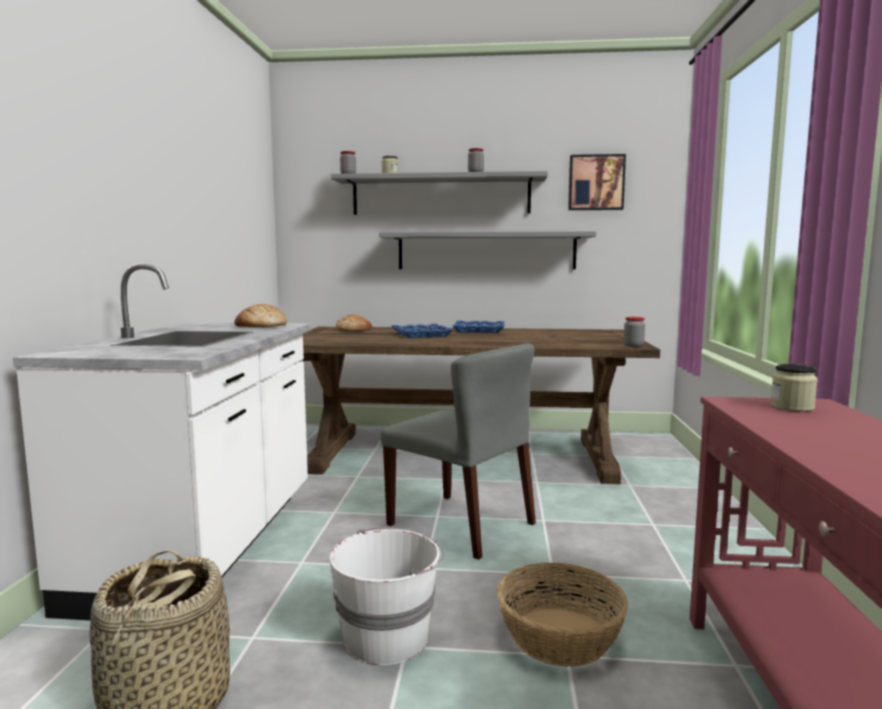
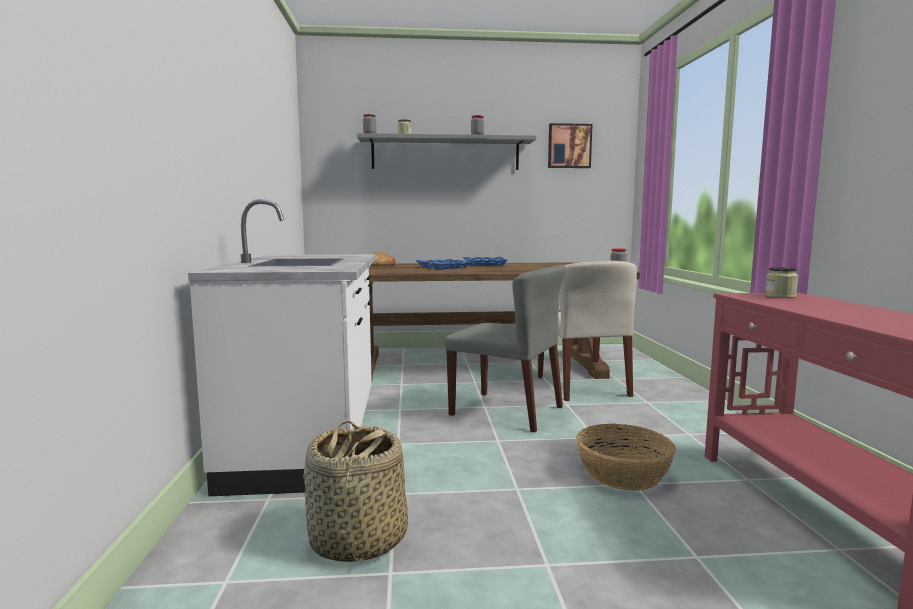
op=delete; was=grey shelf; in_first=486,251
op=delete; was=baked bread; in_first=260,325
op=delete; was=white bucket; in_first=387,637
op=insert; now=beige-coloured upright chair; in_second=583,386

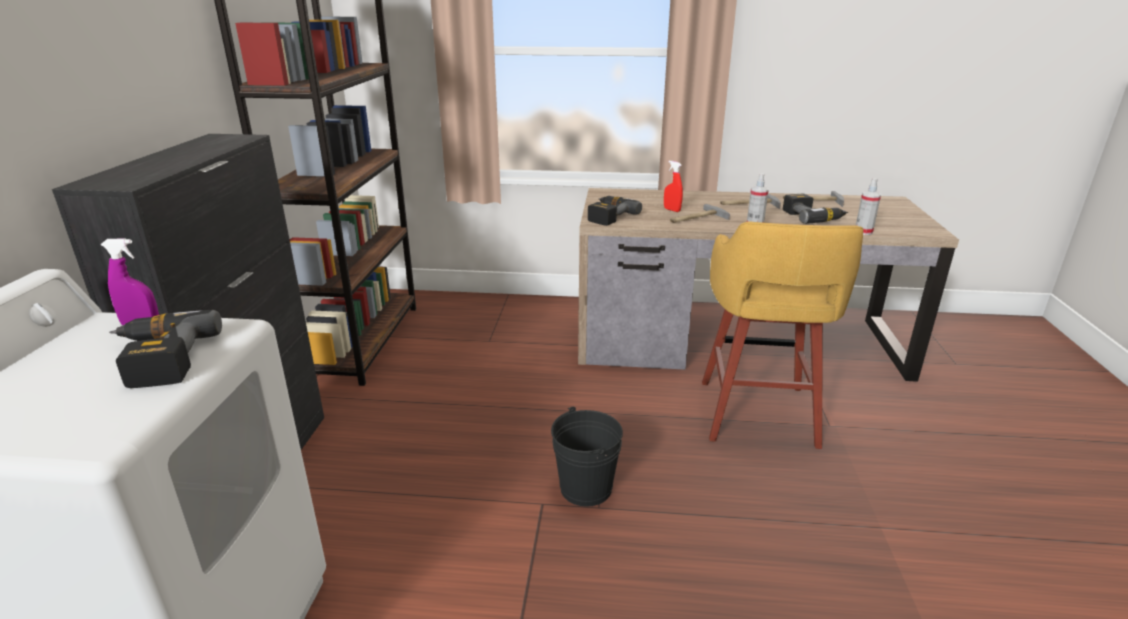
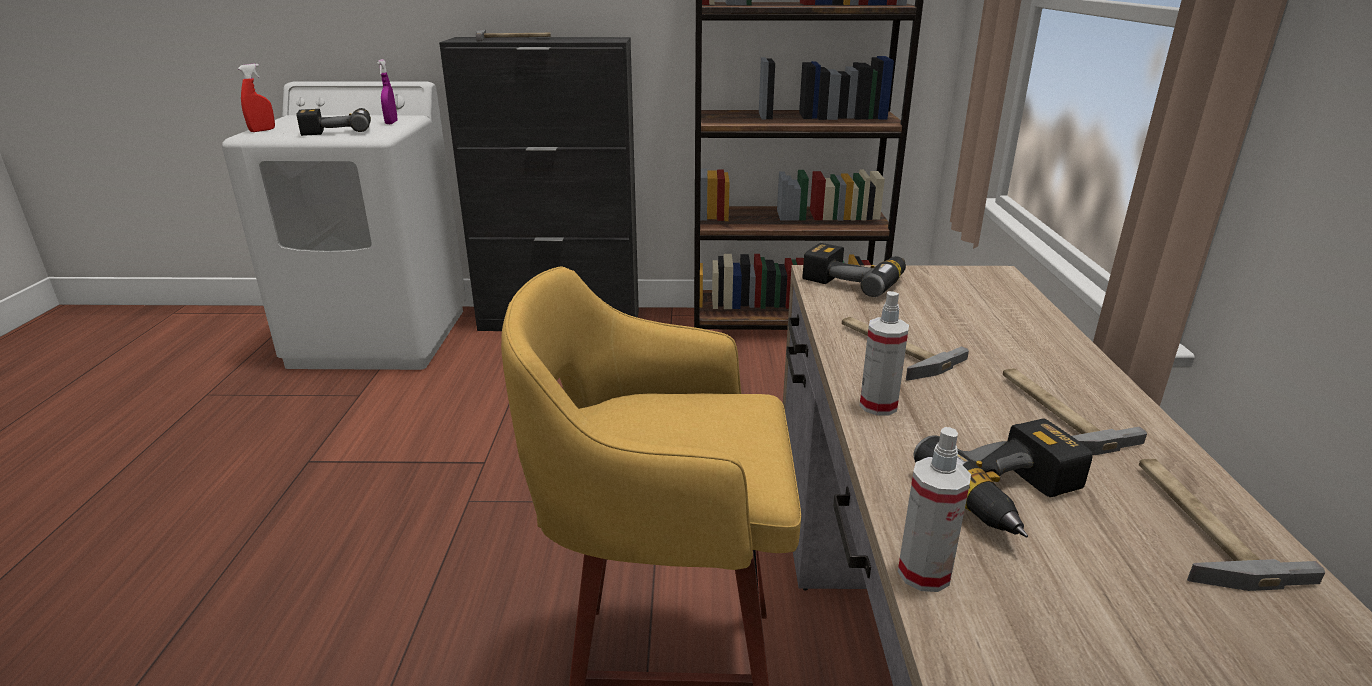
op=move; was=red hand sprayer; in_first=672,210; in_second=262,130
op=delete; was=black bucket; in_first=585,488
op=insert; now=hammer; in_second=514,38

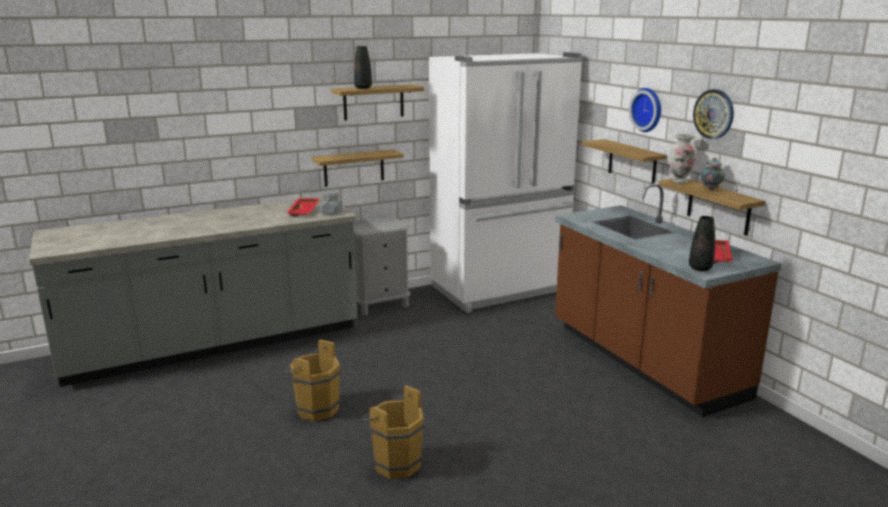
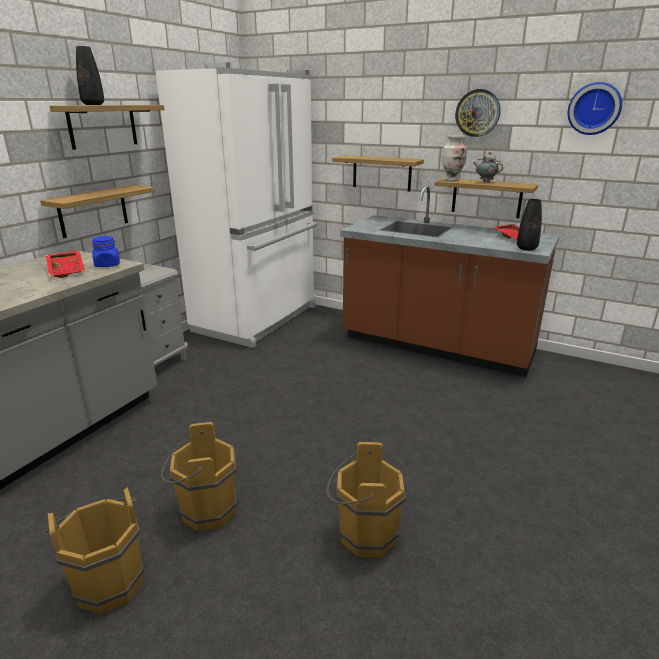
op=move; was=hanging clock; in_first=648,109; in_second=594,108
op=recolor; was=grey storage jar; now=blue storage jar; in_first=331,212; in_second=107,265
op=insert; now=brown-coloured bucket; in_second=110,580

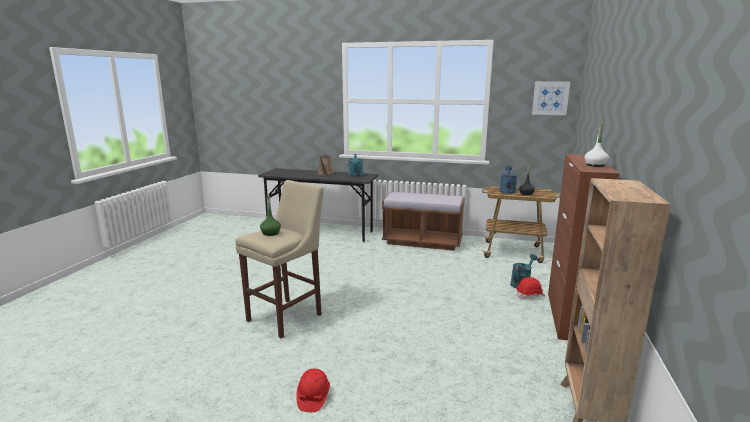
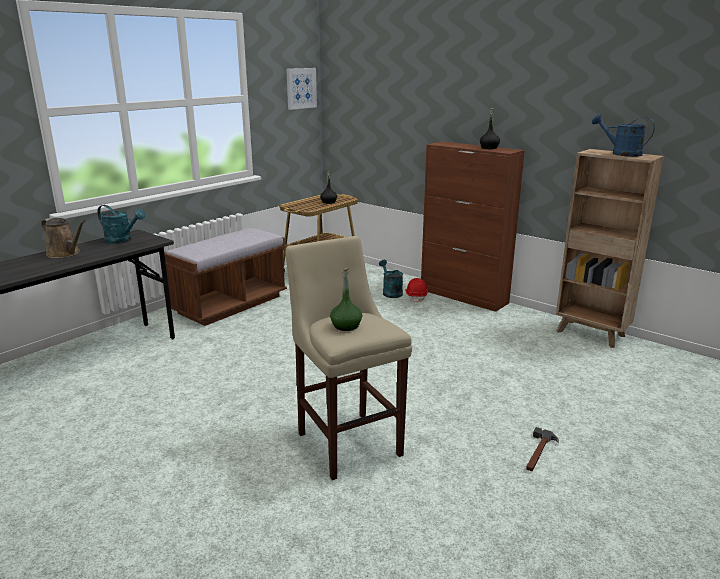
op=recolor; was=white bottle; now=black bottle; in_first=595,165; in_second=489,148
op=move; was=blue sprinkling can; in_first=507,190; in_second=621,153
op=replace; was=red work helmet; now=hammer; in_first=313,397; in_second=539,453

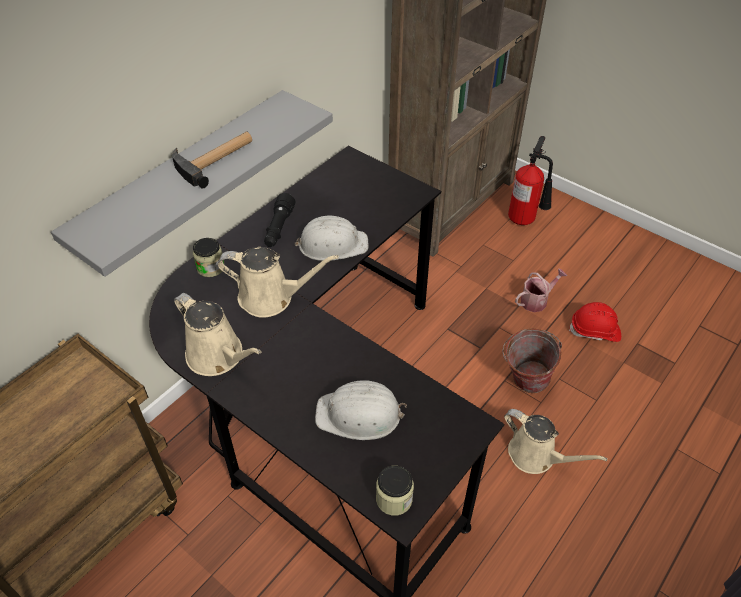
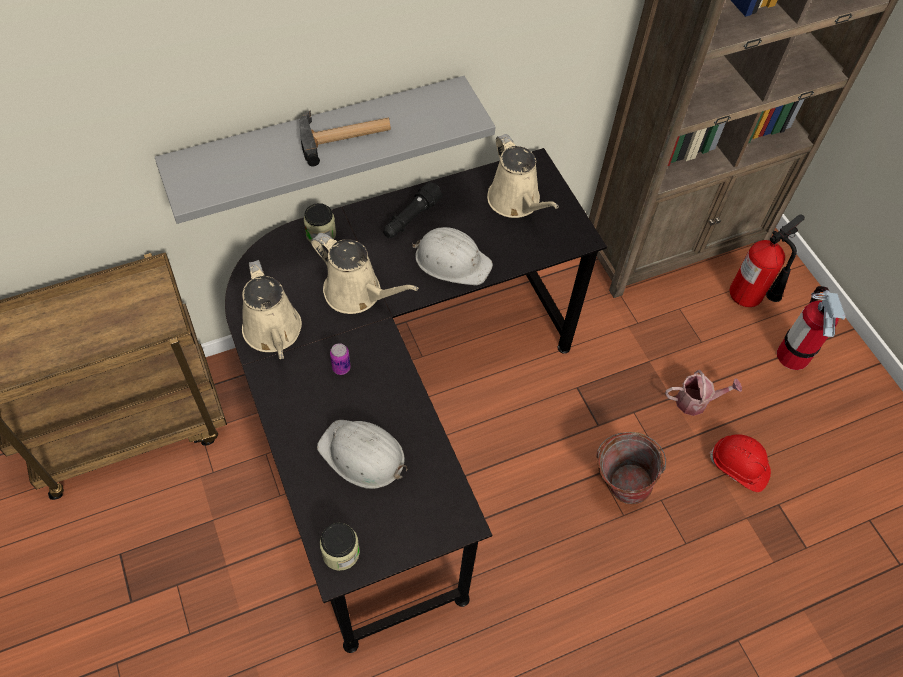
op=move; was=beige-coloured sprinkling can; in_first=536,456; in_second=516,202
op=insert; now=extinguisher; in_second=792,355
op=insert; now=metal can; in_second=341,368

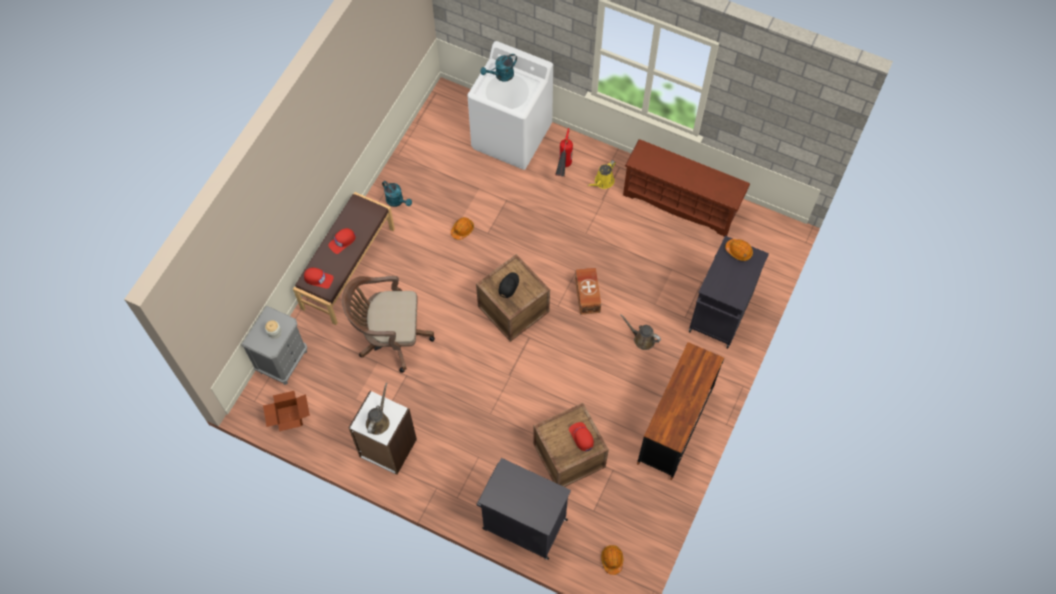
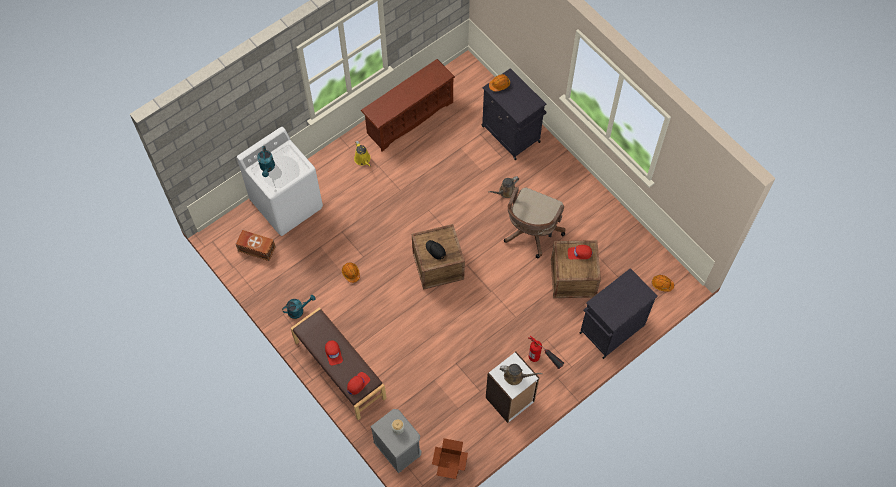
op=move; was=extinguisher; in_first=563,172; in_second=543,363
op=move; was=brown-coloured storage container; in_first=588,294; in_second=256,248
op=move; was=brown-coloured computer chair; in_first=390,337; in_second=531,233
op=delete; was=brown-coloured desk unit; in_first=675,425
op=rotate; was=brown-coloured sprinkling can; in_first=378,421; in_second=516,376; clockwise=150

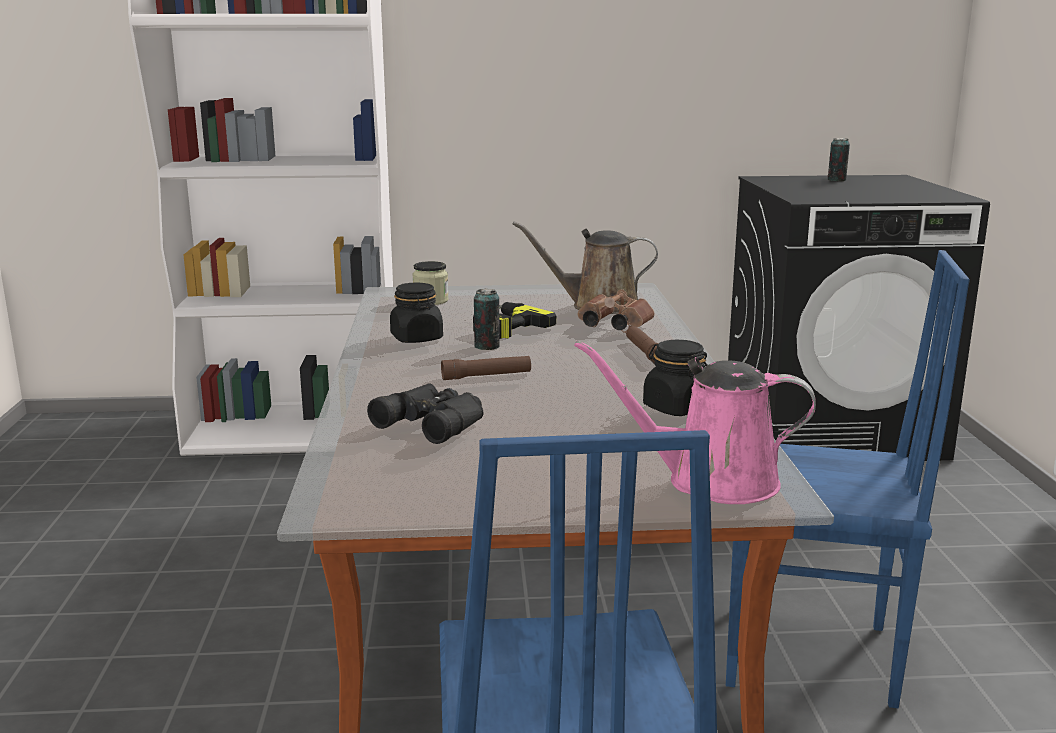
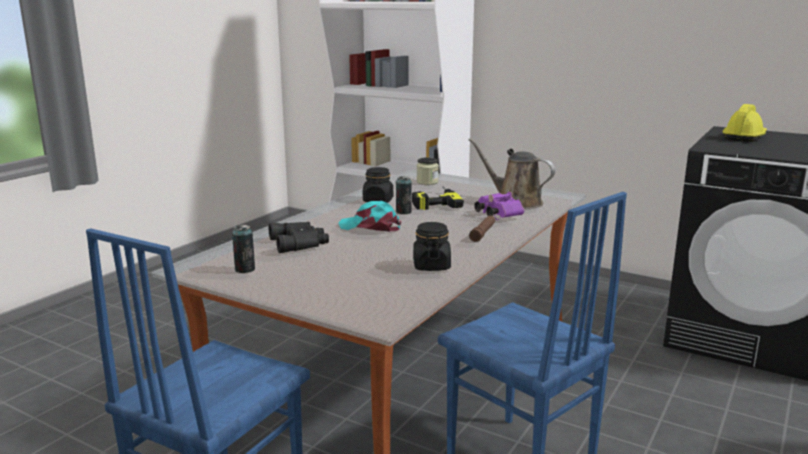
op=move; was=metal can; in_first=836,180; in_second=245,269
op=recolor; was=brown-coloured pair of binoculars; now=purple pair of binoculars; in_first=611,326; in_second=496,215
op=delete; was=pink sprinkling can; in_first=710,481
op=replace; was=brown-coloured hand torch; now=blue-green cap; in_first=486,376; in_second=370,227
op=insert; now=yellow-coloured work helmet; in_second=744,137

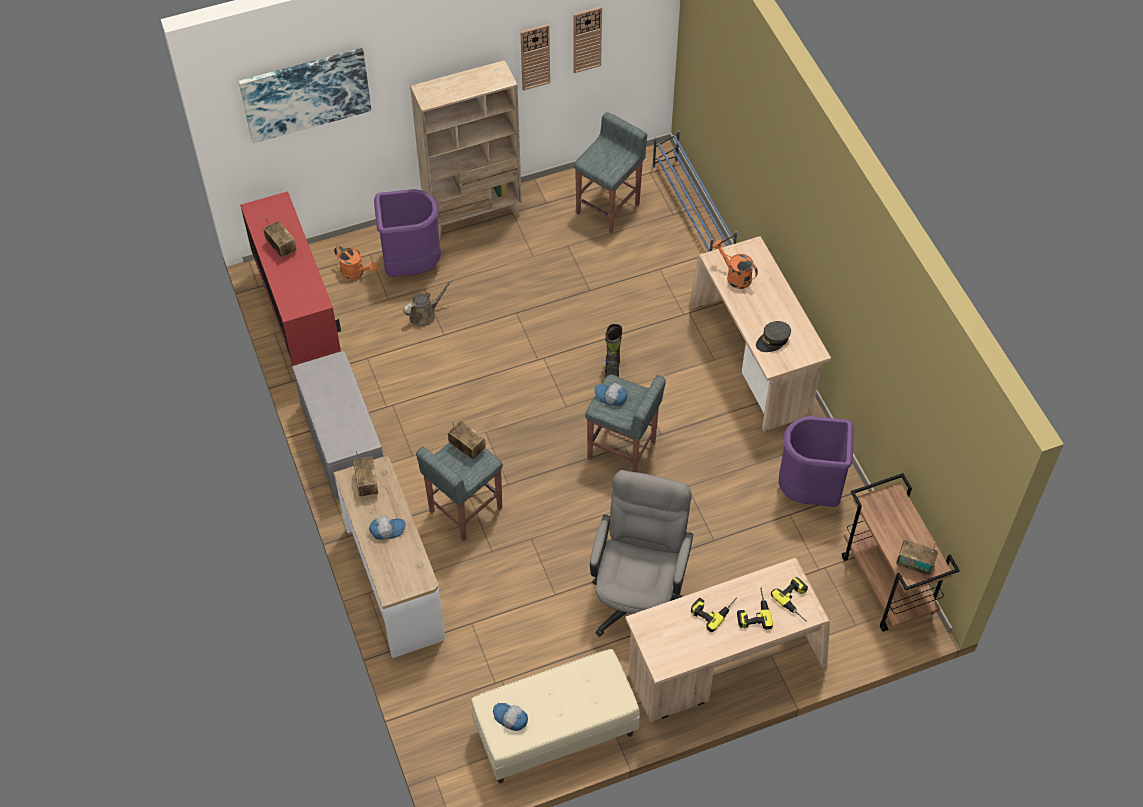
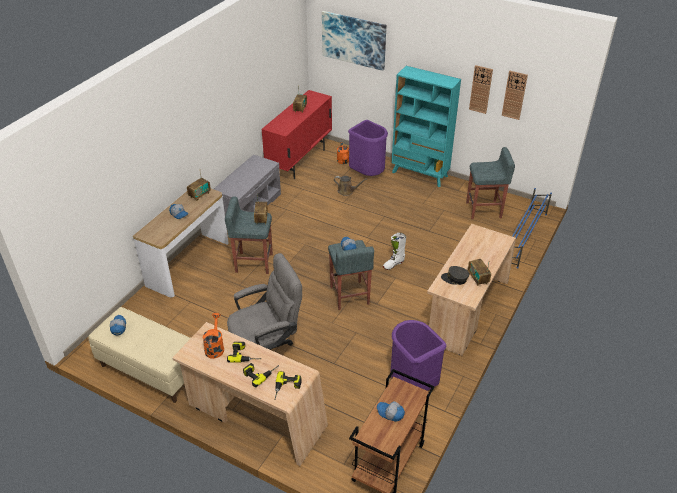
op=recolor; was=beige-coloured bookcase; now=blue-green bookcase; in_first=473,214; in_second=420,174
op=move; was=orangey sprinkling can; in_first=735,276; in_second=215,347
op=recolor; was=black boot; now=white boot; in_first=612,369; in_second=393,264
op=move; was=radio set; in_first=914,564; in_second=478,278
op=insert; now=cap; in_second=390,413

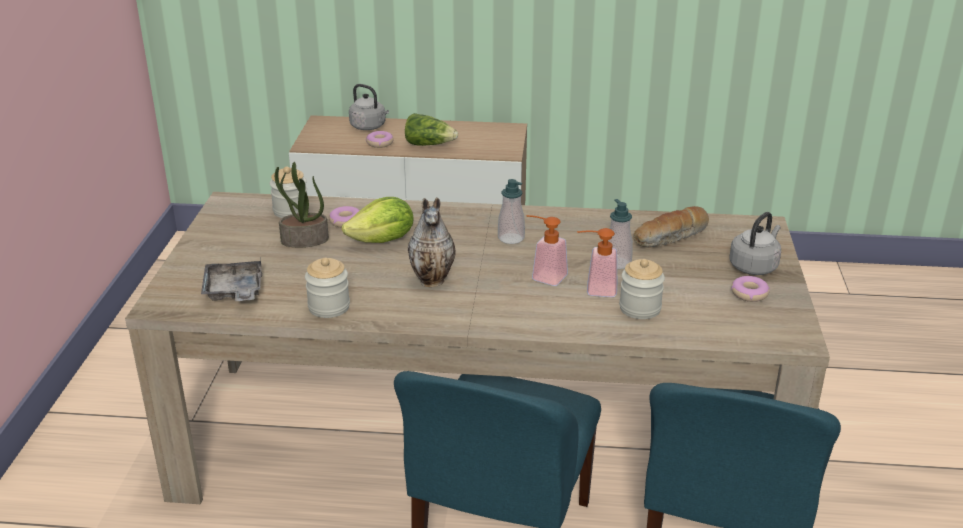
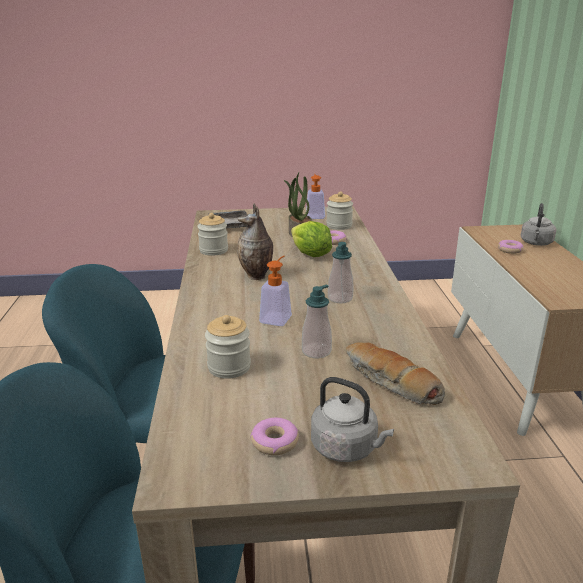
op=delete; was=lettuce head; in_first=429,144
op=move; was=soap bottle; in_first=595,289; in_second=315,215

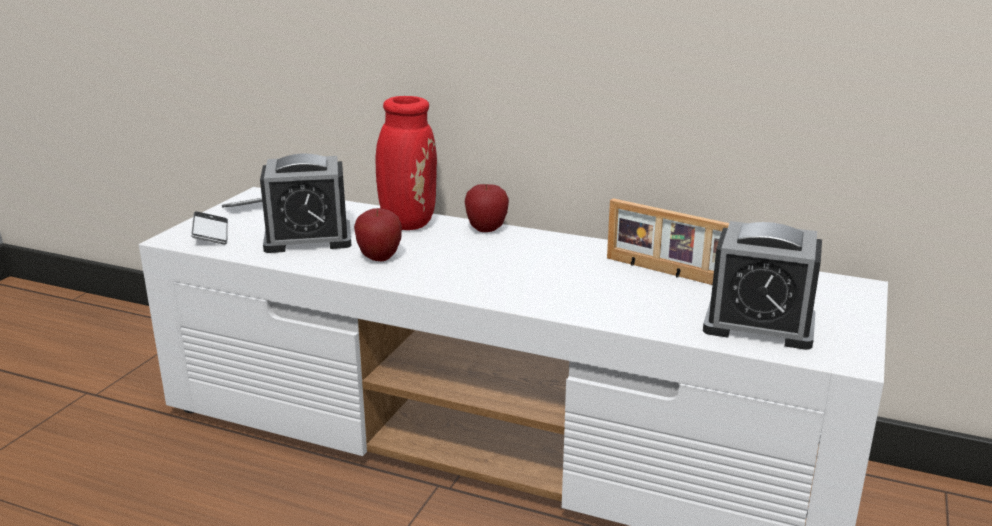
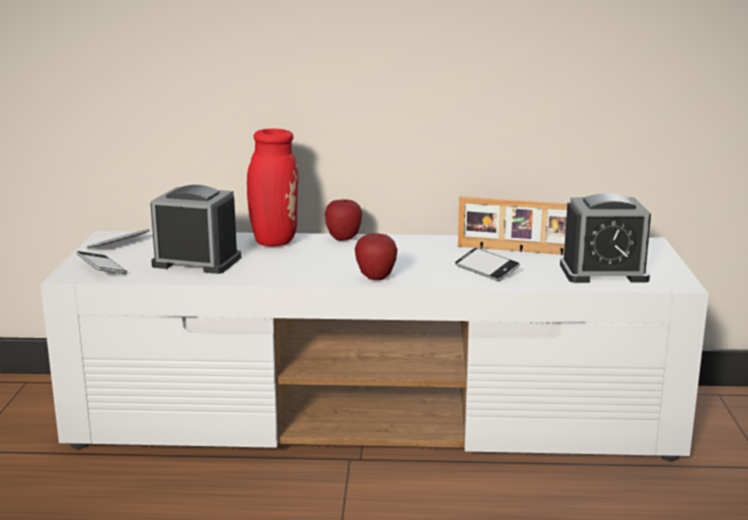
op=rotate; was=table clock; in_first=308,238; in_second=197,261; clockwise=-135
op=move; was=apple fruit; in_first=379,258; in_second=376,278
op=insert; now=phone; in_second=486,270

